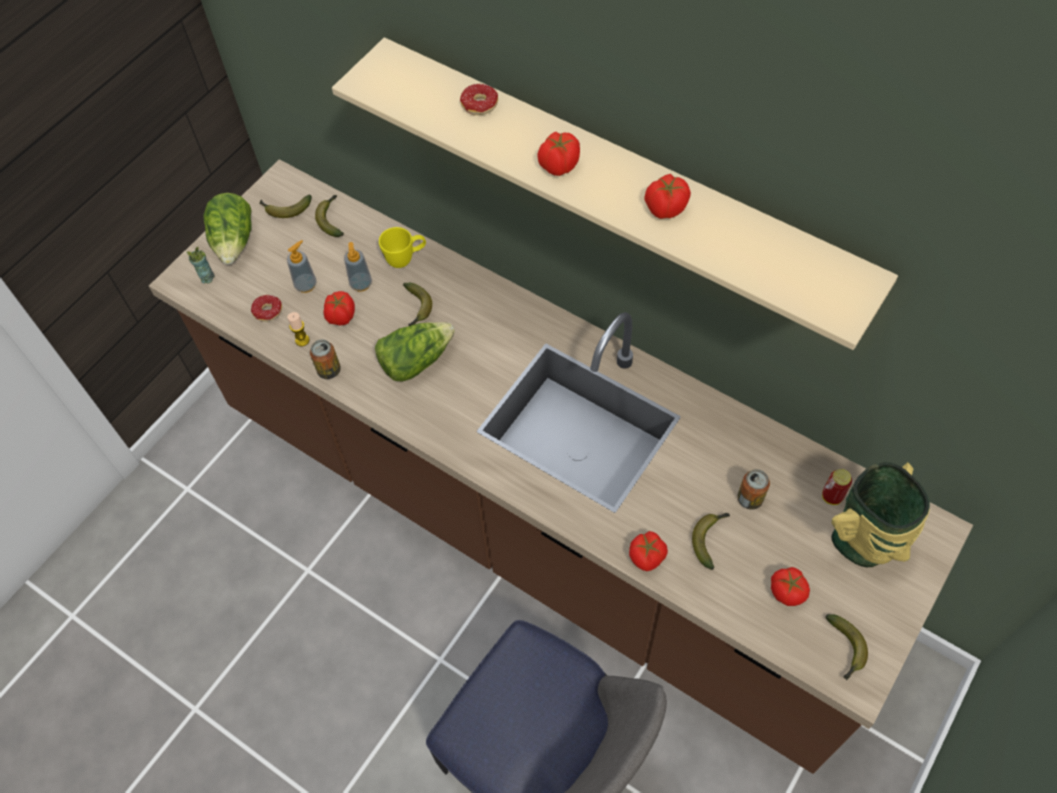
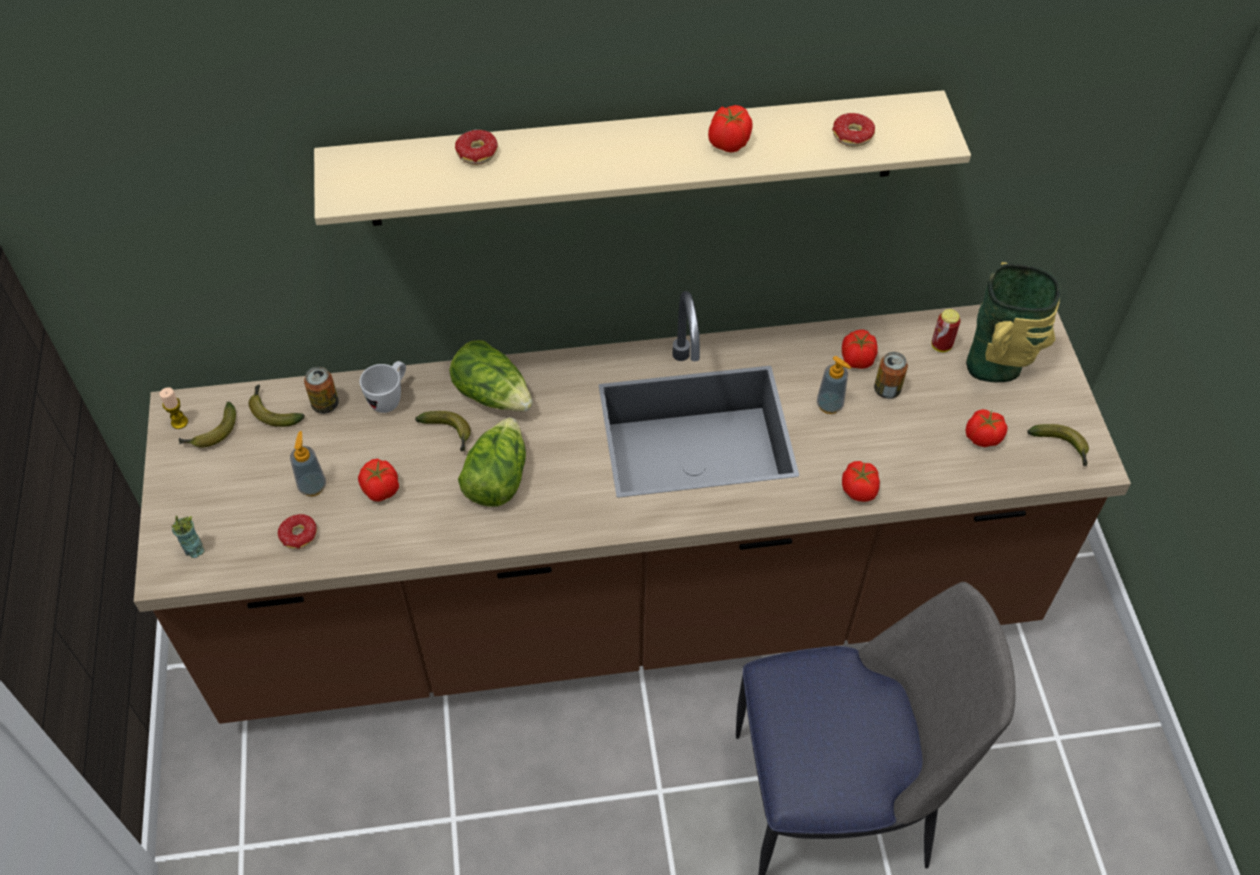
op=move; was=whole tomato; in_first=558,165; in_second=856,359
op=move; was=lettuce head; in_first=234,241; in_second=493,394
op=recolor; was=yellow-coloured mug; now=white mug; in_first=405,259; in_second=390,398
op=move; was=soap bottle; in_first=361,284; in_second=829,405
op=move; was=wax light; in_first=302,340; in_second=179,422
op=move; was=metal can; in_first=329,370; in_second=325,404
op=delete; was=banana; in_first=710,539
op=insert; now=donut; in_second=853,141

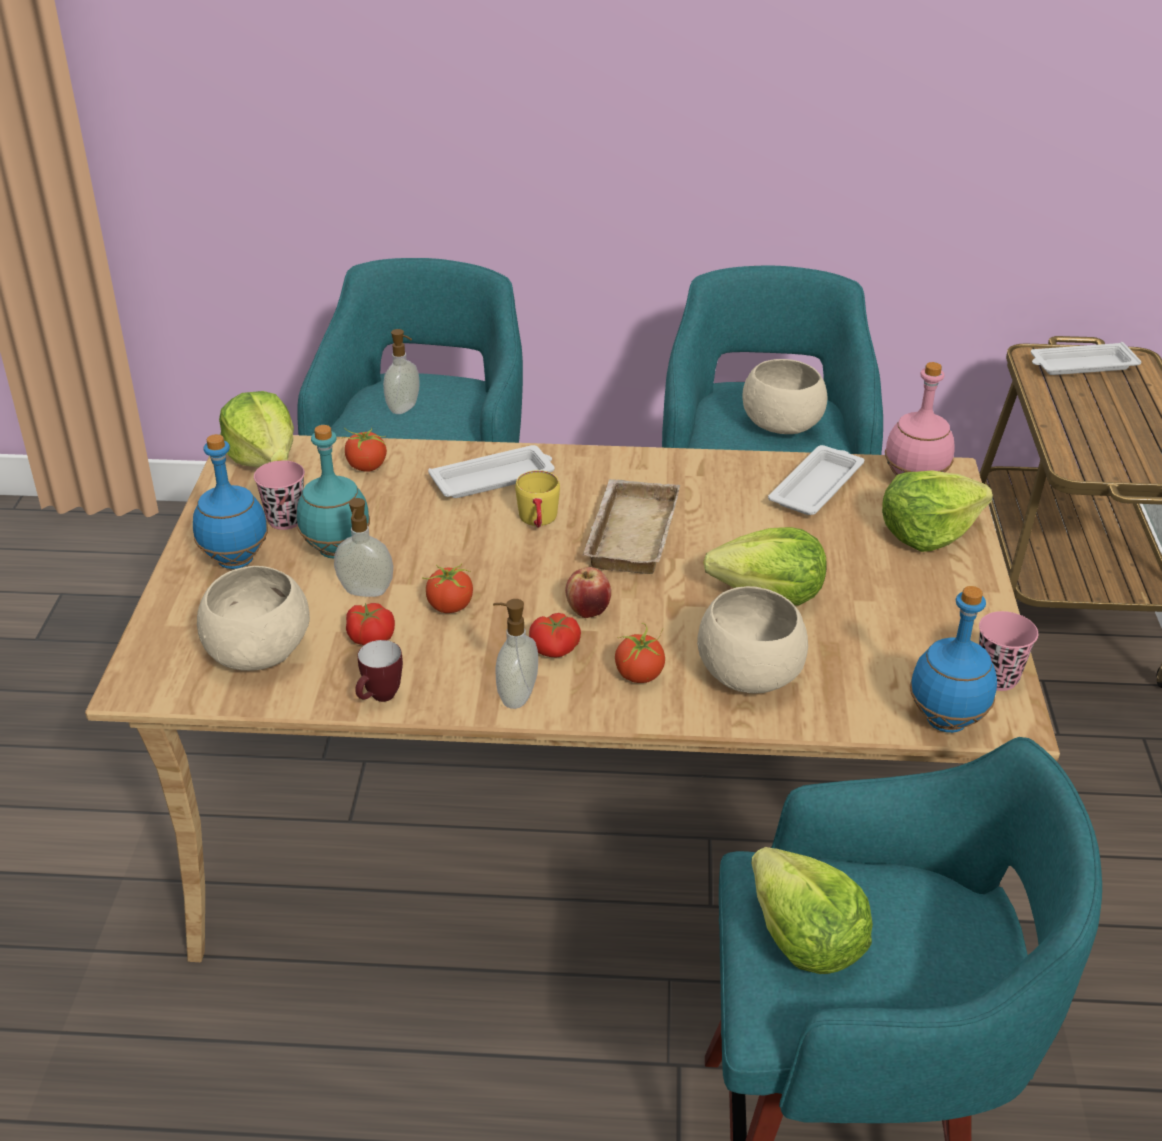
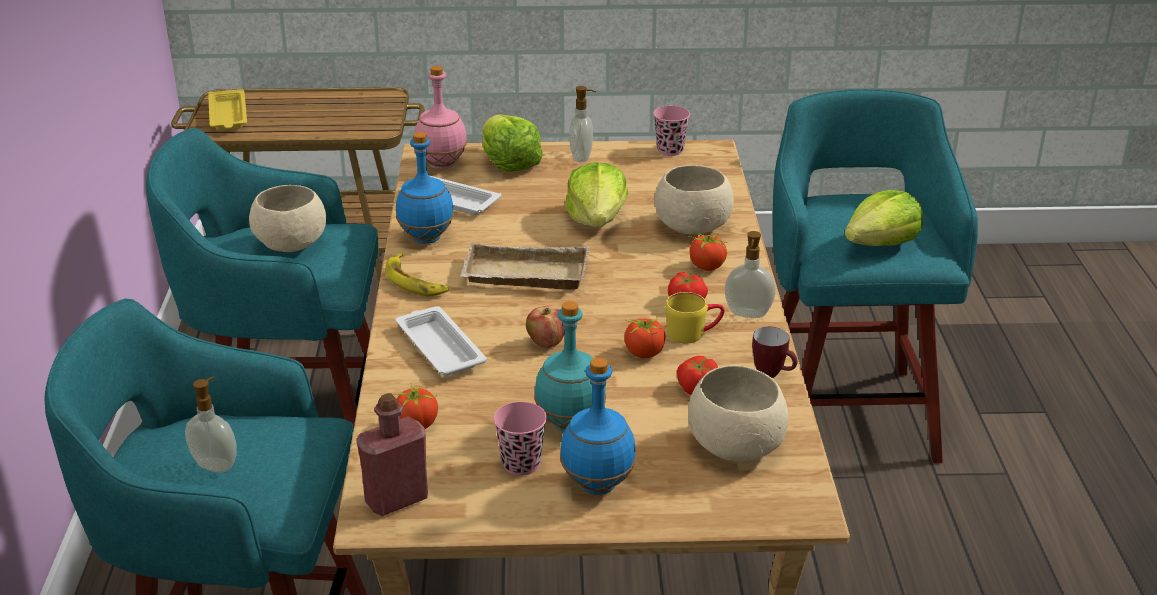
op=recolor; was=white tray; now=yellow-coloured tray; in_first=1081,365; in_second=228,116
op=replace; was=lettuce head; now=red bottle; in_first=264,457; in_second=396,499
op=move; was=yellow-coloured mug; in_first=539,521; in_second=693,333
op=move; was=soap bottle; in_first=365,592; in_second=582,157
op=move; was=apple fruit; in_first=588,611; in_second=546,343
op=move; was=blue bottle; in_first=946,722; in_second=427,238
op=insert; now=banana; in_second=415,282

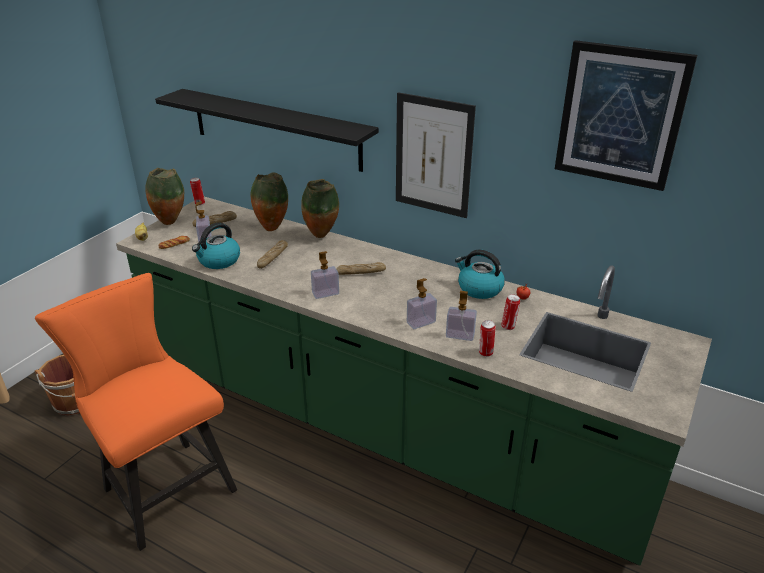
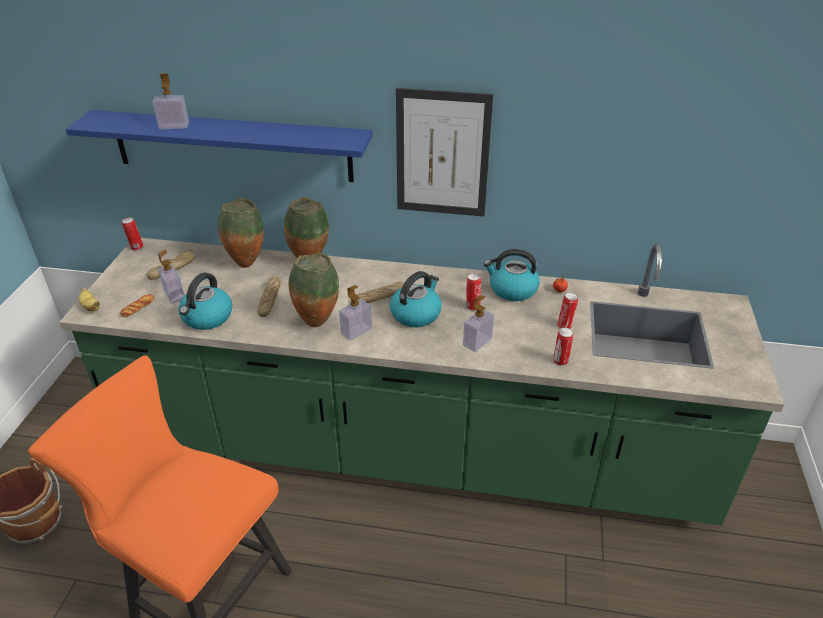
op=delete; was=picture; in_first=620,115
op=recolor; was=black shelf; now=blue shelf; in_first=275,129; in_second=232,146
op=move; was=decorative vase; in_first=170,222; in_second=317,322
op=move; was=soap bottle; in_first=460,335; in_second=174,126
op=insert; now=tea kettle; in_second=416,314
op=insert; now=metal can; in_second=472,306

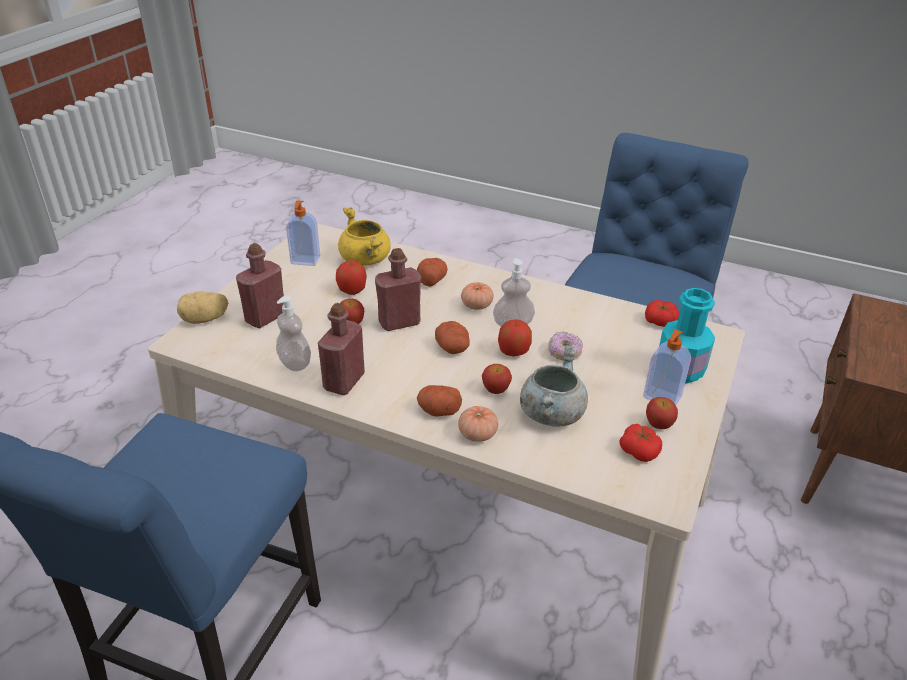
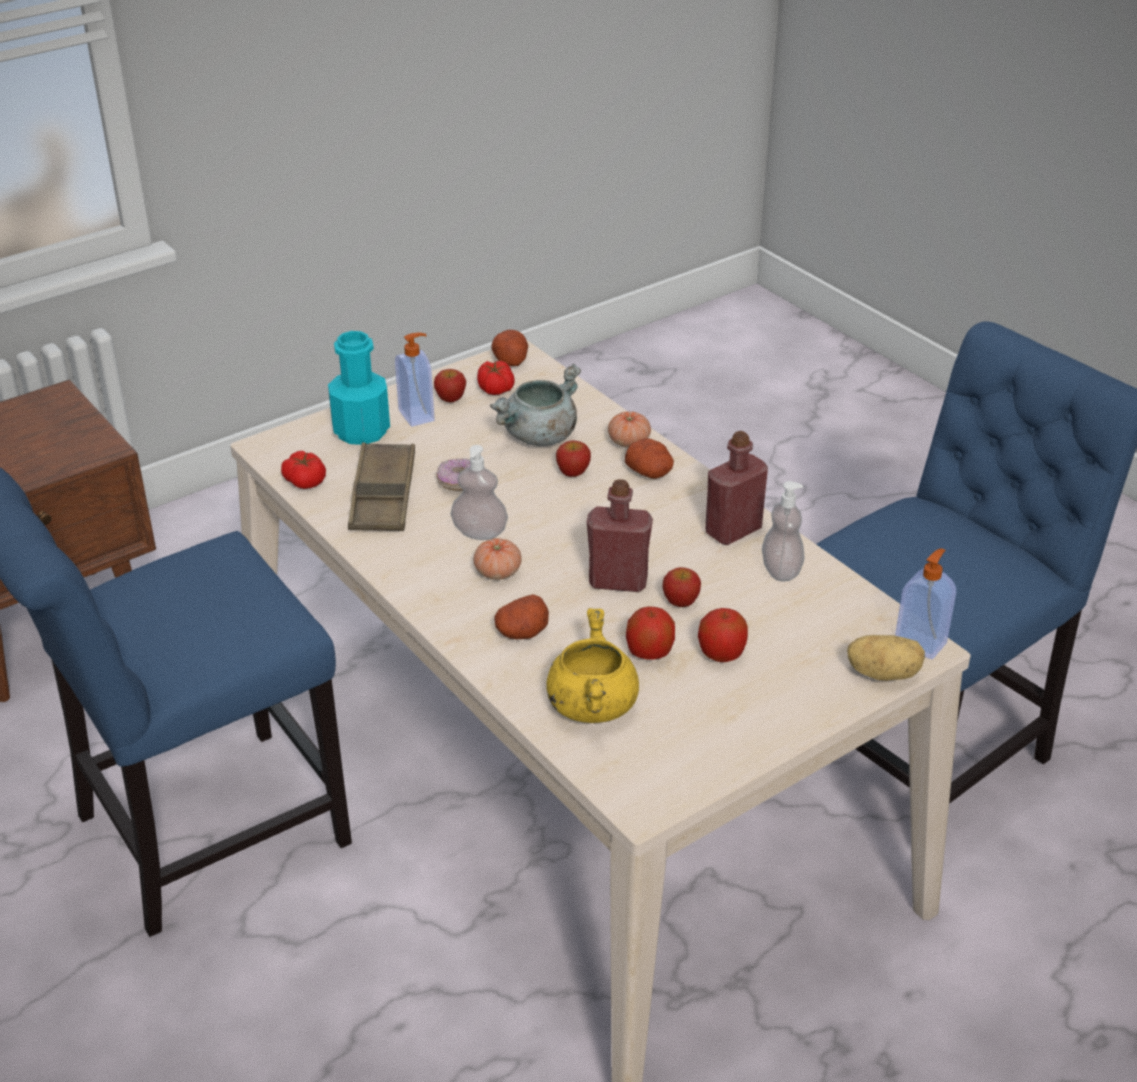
op=move; was=soap bottle; in_first=305,261; in_second=920,643
op=delete; was=red bottle; in_first=265,317
op=move; was=apple fruit; in_first=513,352; in_second=721,654
op=move; was=whole potato; in_first=453,348; in_second=510,359
op=insert; now=brown-coloured tray; in_second=383,495

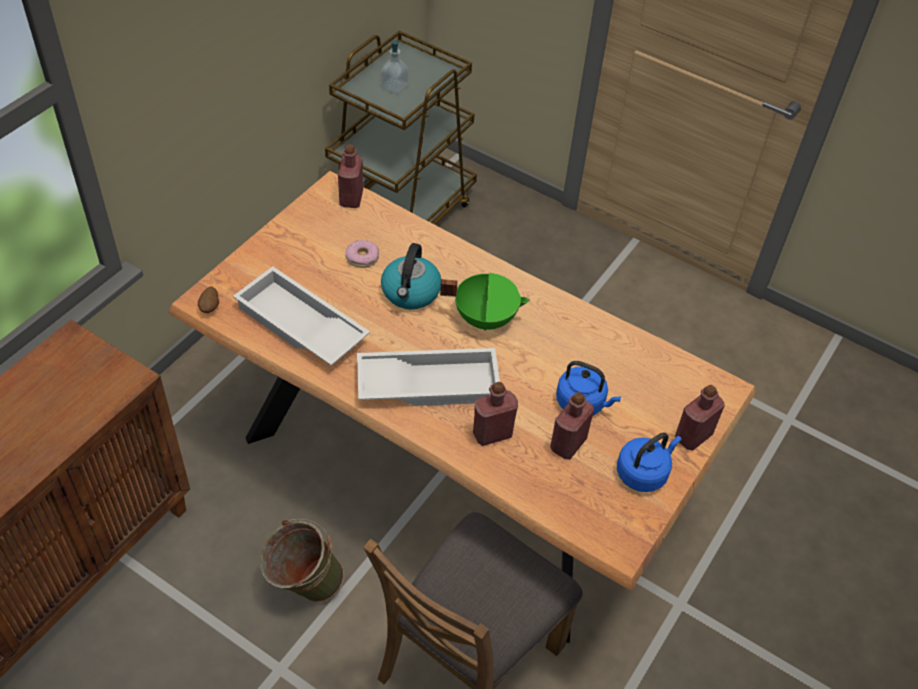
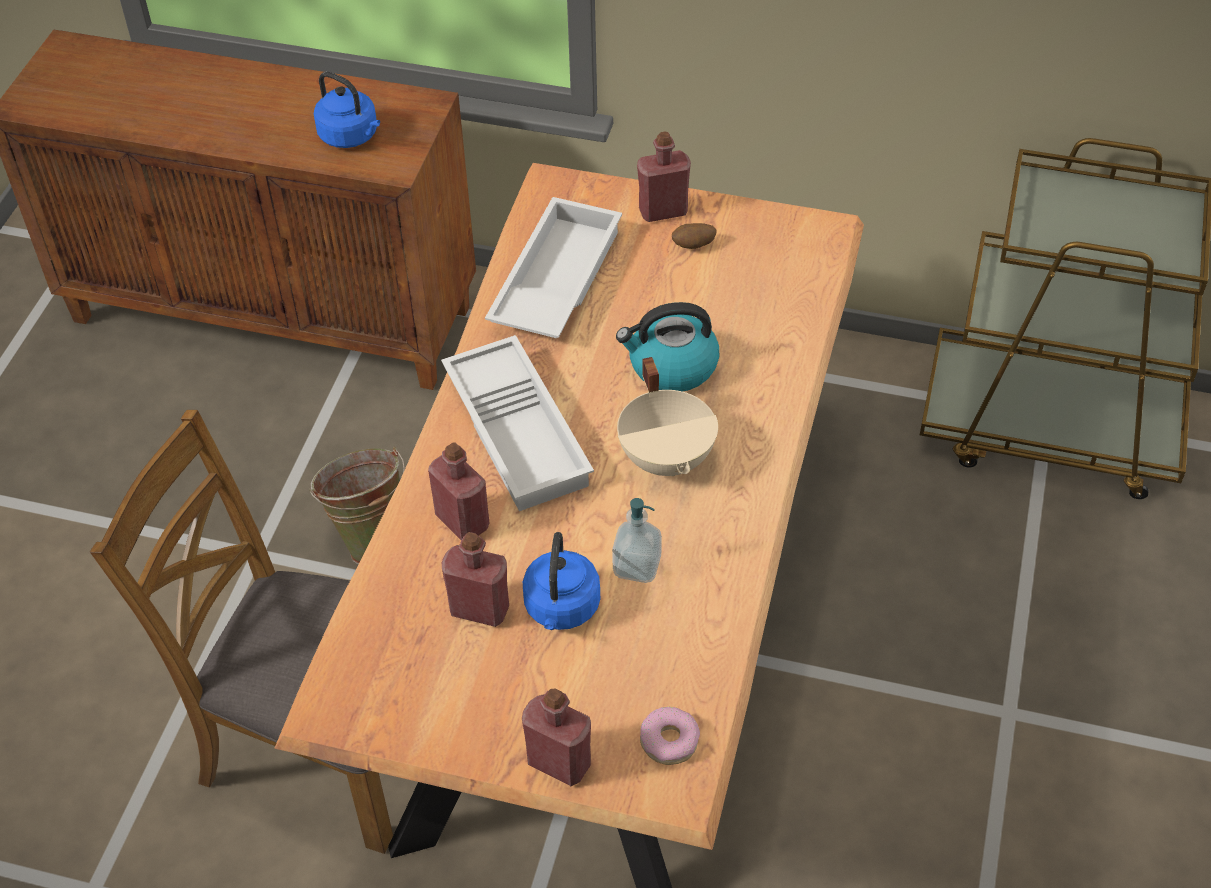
op=move; was=soap bottle; in_first=394,87; in_second=637,566
op=move; was=red bottle; in_first=351,198; in_second=663,211
op=move; was=donut; in_first=362,258; in_second=669,741
op=recolor; was=greenish saucepot; now=beige-coloured saucepot; in_first=485,318; in_second=668,457
op=move; was=whole potato; in_first=210,307; in_second=693,246
op=move; was=blue tea kettle; in_first=643,473; in_second=351,136

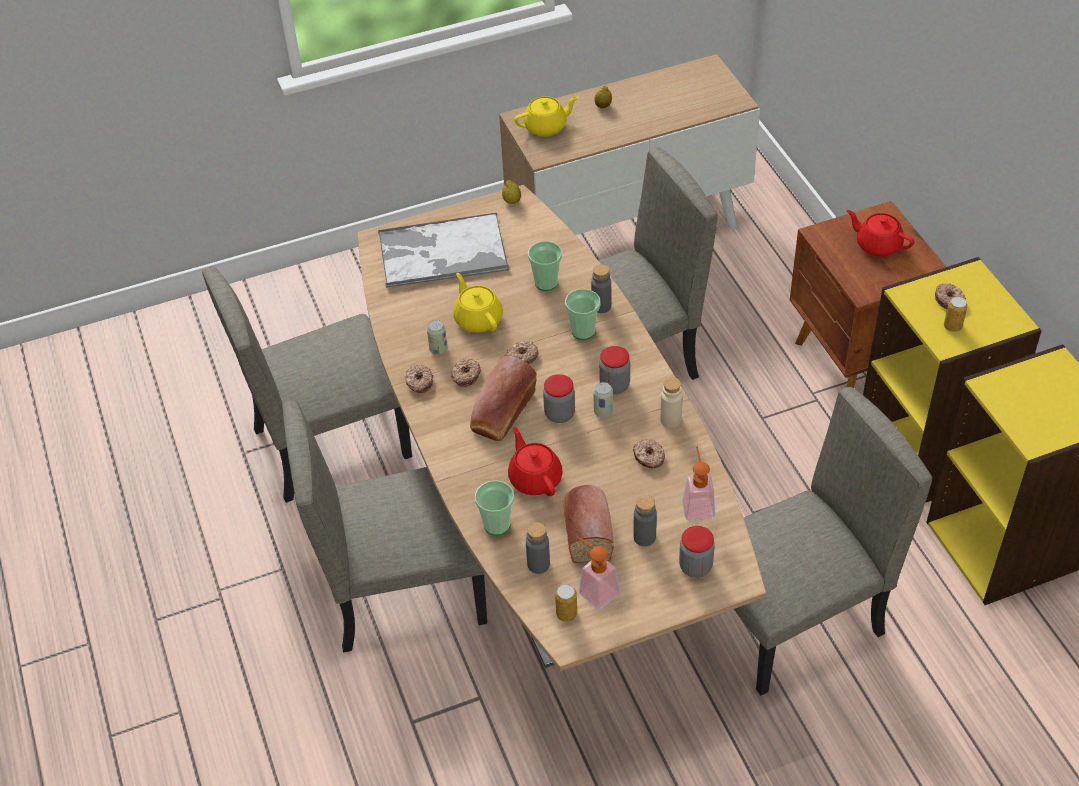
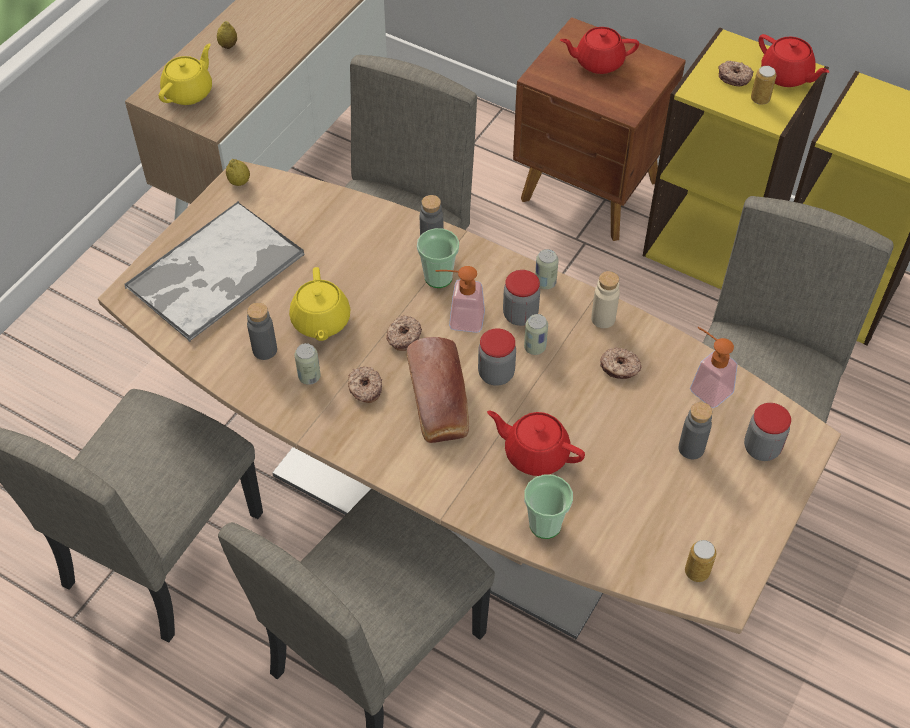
op=delete; was=cup; in_first=546,283
op=rotate; was=yellow-coloured tea pot; in_first=478,319; in_second=320,322; clockwise=-120
op=delete; was=donut; in_first=419,382
op=delete; was=baked bread; in_first=587,530
op=move; was=grey bottle; in_first=538,564; in_second=264,350
op=move; was=soap bottle; in_first=594,589; in_second=459,319
op=insert; now=red tea pot; in_second=786,76
op=insert; now=metal can; in_second=545,282

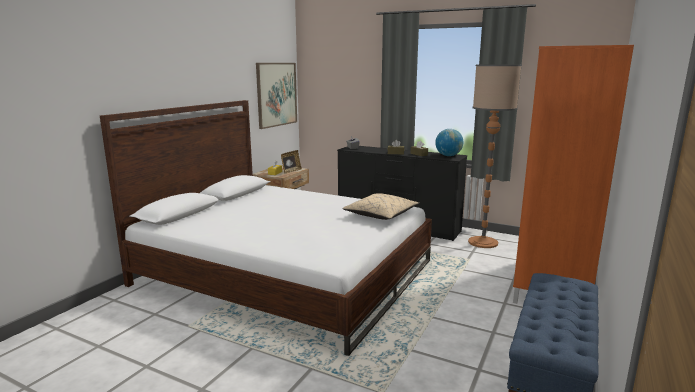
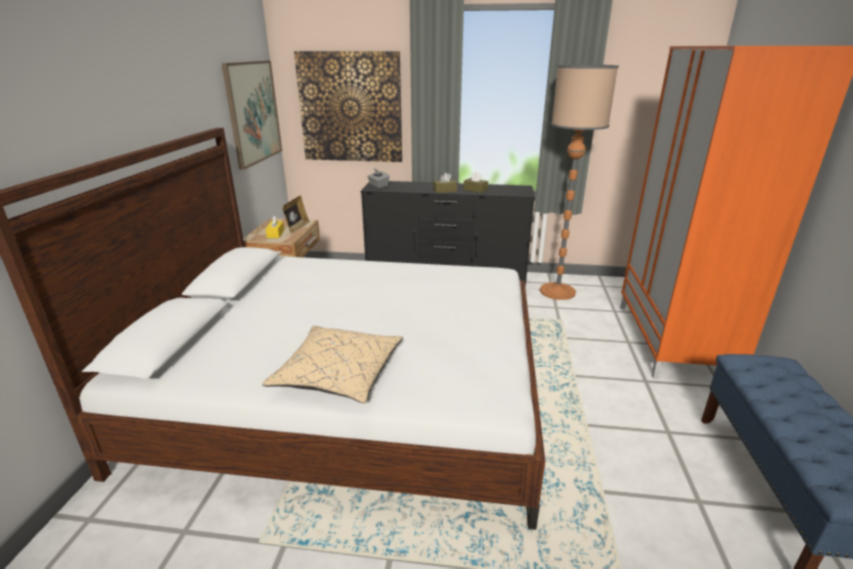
op=delete; was=globe; in_first=448,156
op=move; was=beige-coloured pillow; in_first=380,215; in_second=338,375
op=insert; now=picture; in_second=350,108

